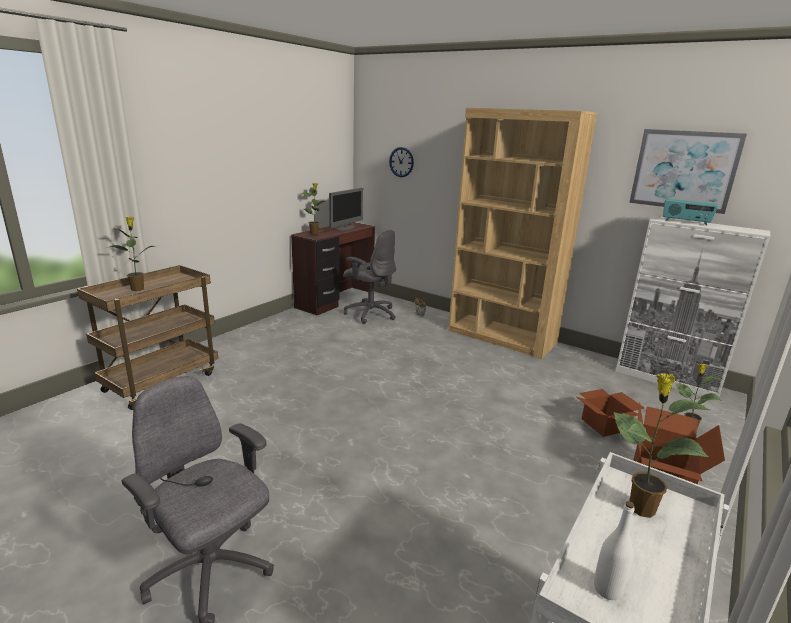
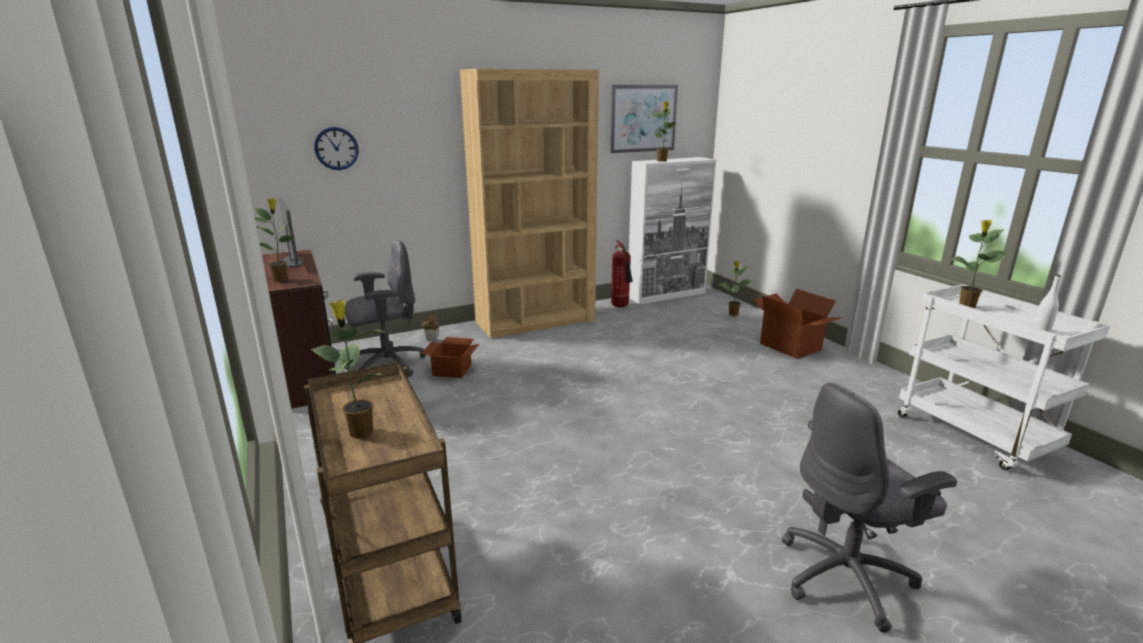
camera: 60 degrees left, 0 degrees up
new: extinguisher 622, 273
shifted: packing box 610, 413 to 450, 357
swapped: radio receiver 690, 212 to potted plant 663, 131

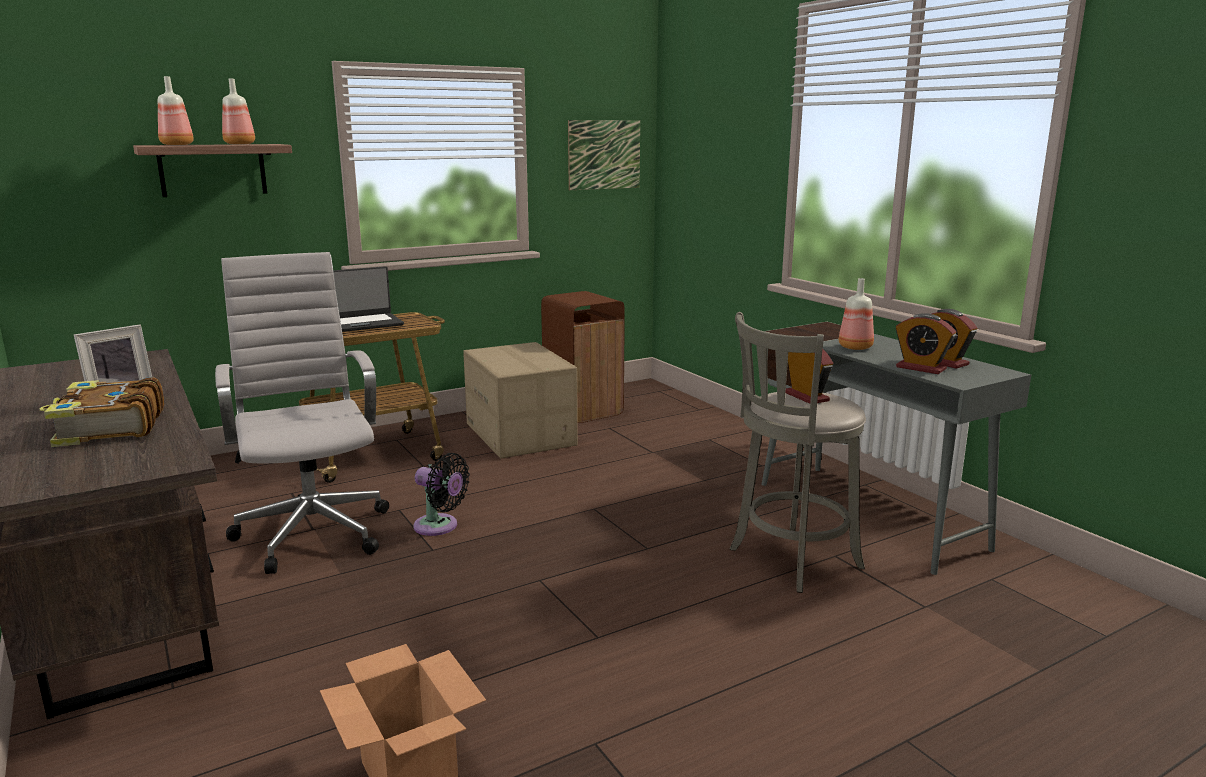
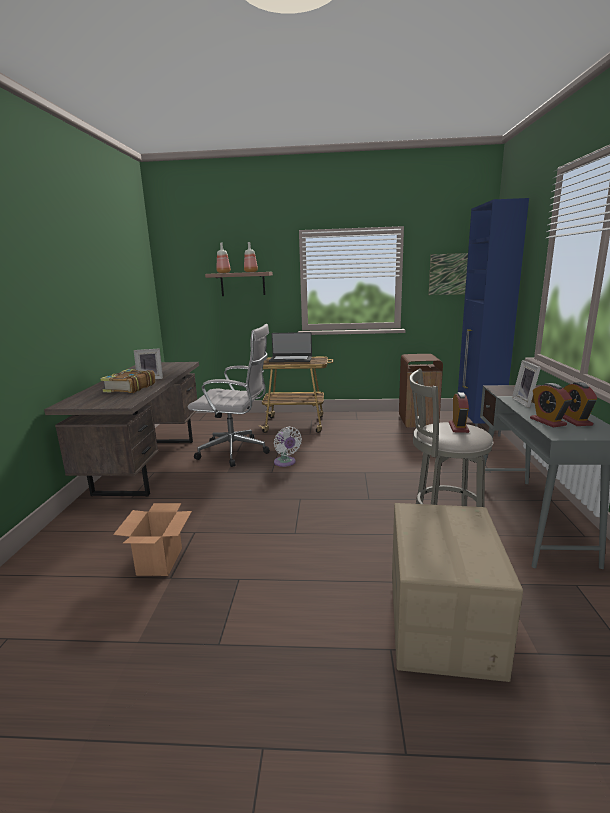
camera: 35 degrees right, 0 degrees up
new: cabinet (blue) 493, 317
shifted: packing box 520, 400 to 457, 592
swapped: drink bottle 856, 314 to picture frame 526, 384
repainted: cooling fan (black) 441, 494 to cooling fan (white-coloured) 288, 447
rotated: desk chair (white-coloured) 302, 413 = 229, 395 90 degrees clockwise

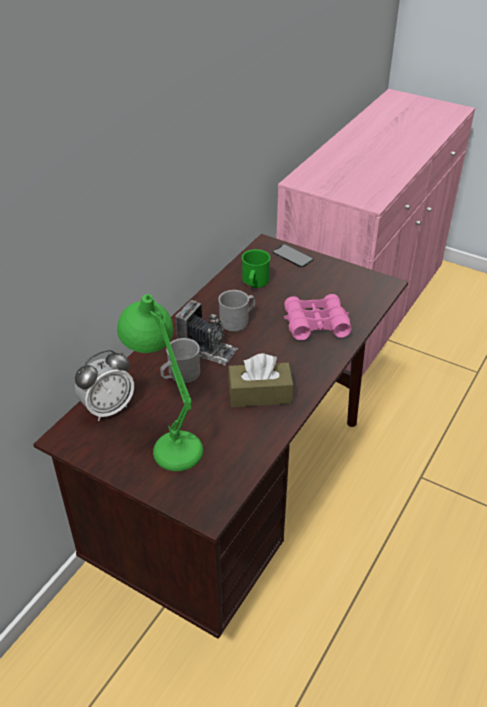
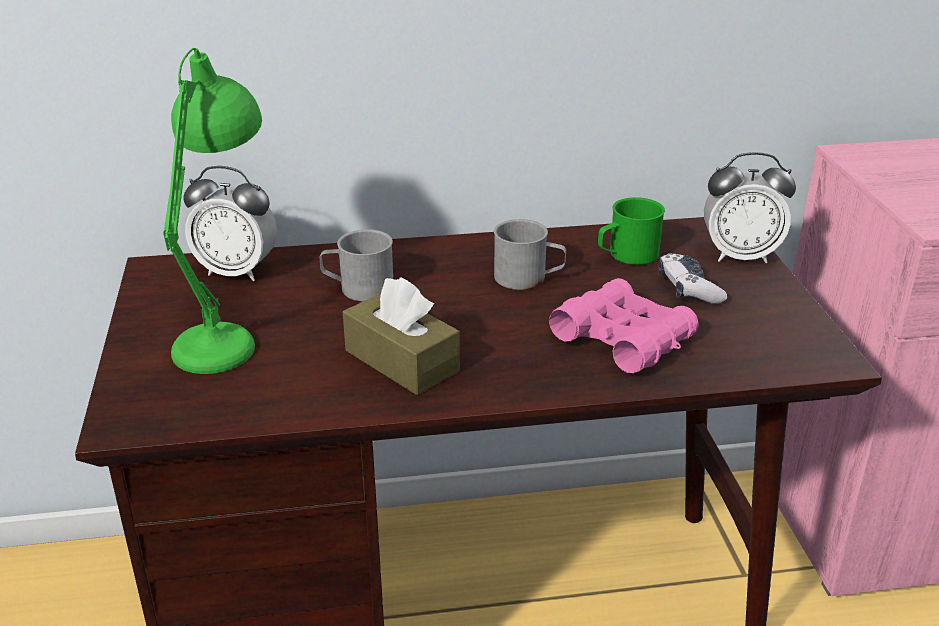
camera: 50 degrees right, 10 degrees down
gone: still camera 206, 333
new: gamepad 692, 278
swapped: handset 293, 256 to table clock 750, 207

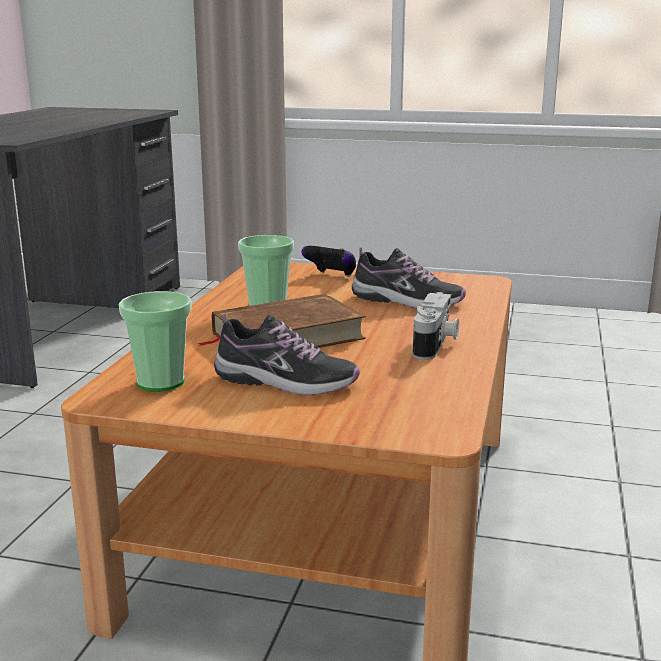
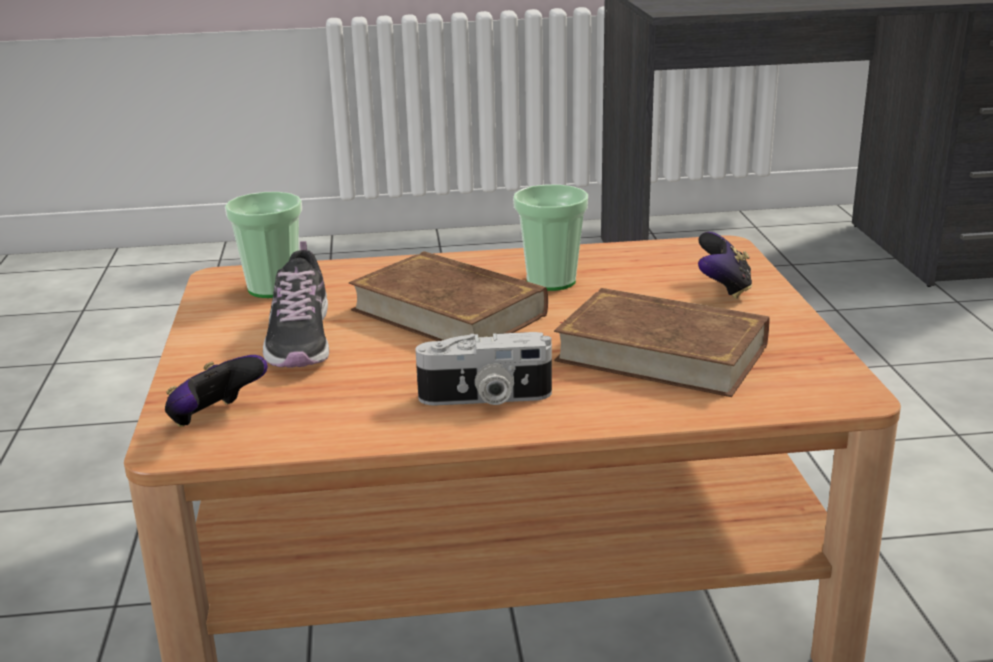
camera: 70 degrees right, 5 degrees up
new: gamepad 216, 391
swapped: low shoe 409, 277 to book (brownish) 661, 342

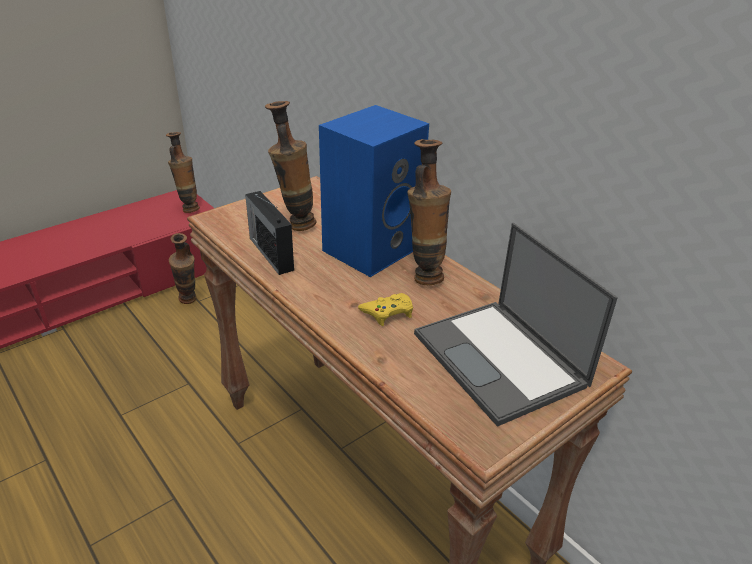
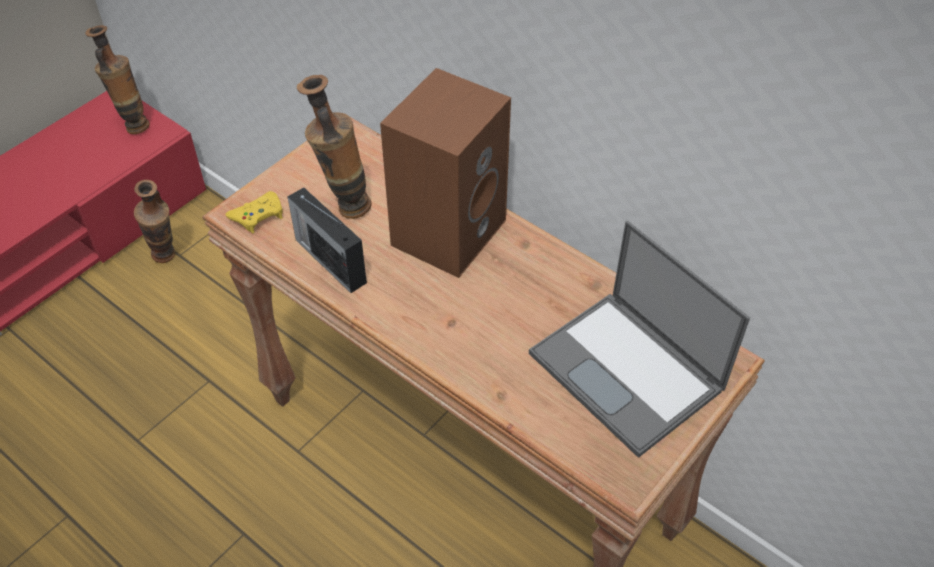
camera: 10 degrees left, 15 degrees up
gone: decorative vase 429, 212
shifted: gamepad (yellow) 385, 309 to 254, 212
repainted: audio speaker (blue) 374, 191 to audio speaker (brownish) 445, 173

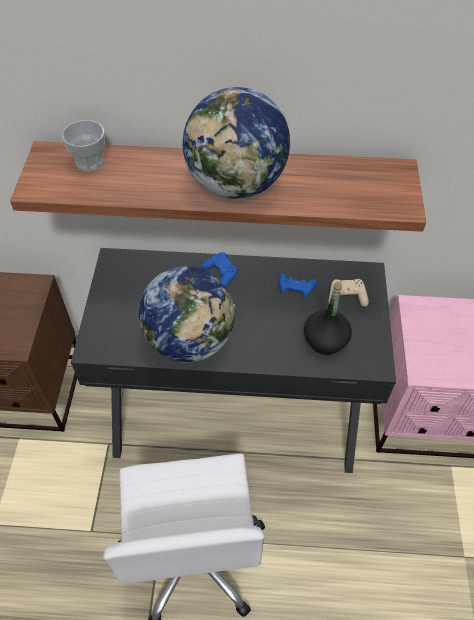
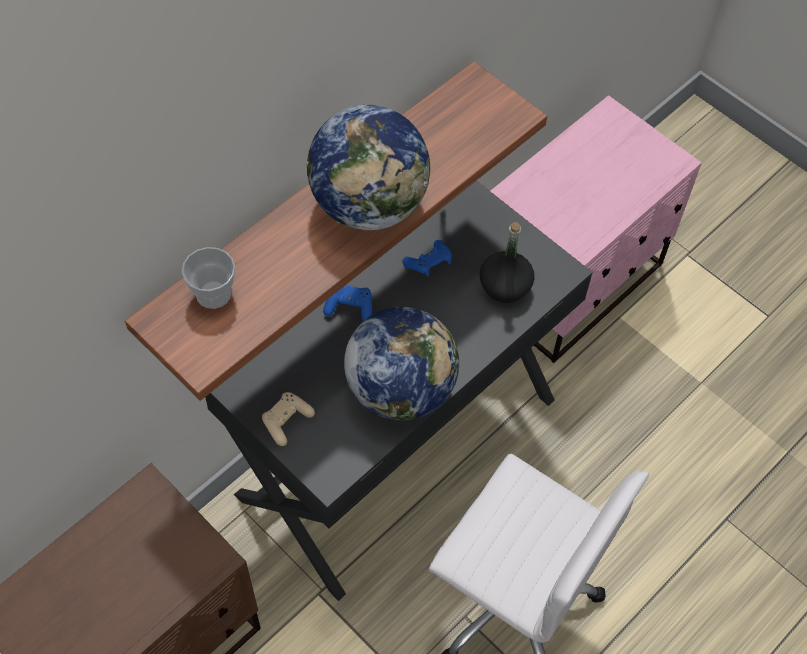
camera: 50 degrees left, 5 degrees up
shifted: gamepad (beige) 348, 293 to 288, 419

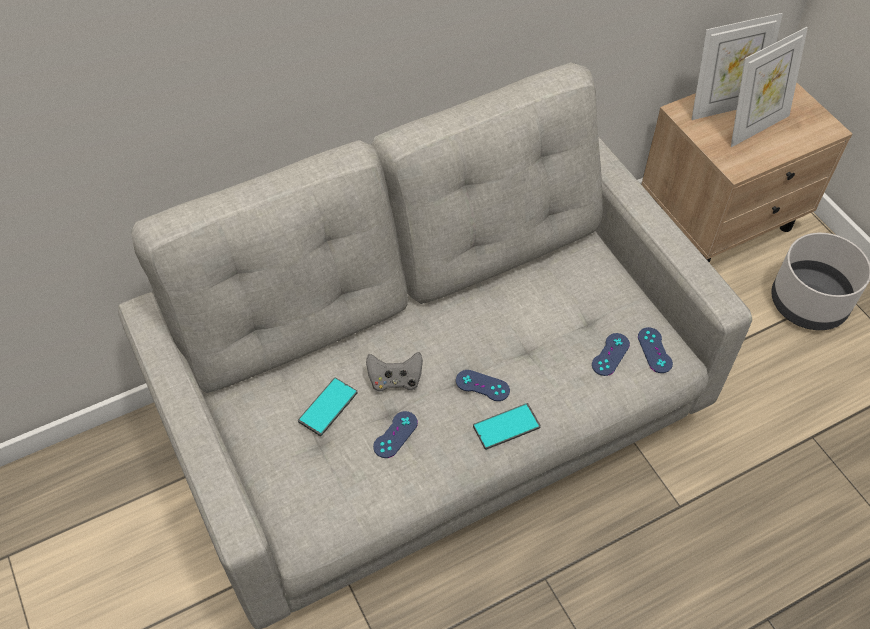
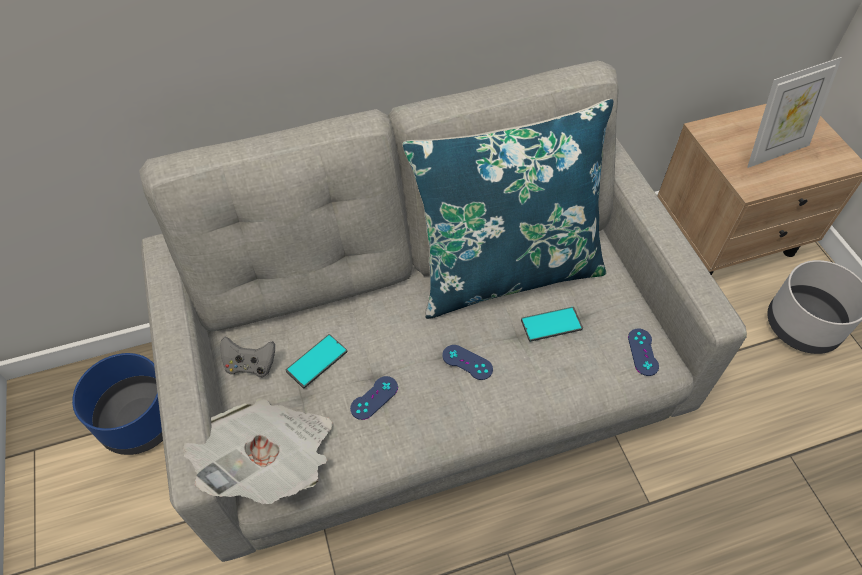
camera: 10 degrees right, 0 degrees up
gone: picture frame 737, 66; gamepad (blue) 611, 354
new: pillow (blue) 507, 209; planter (blue) 117, 404; printed paper 258, 451
shifted: gamepad (grey) 394, 372 to 247, 357; handset 507, 426 to 552, 324

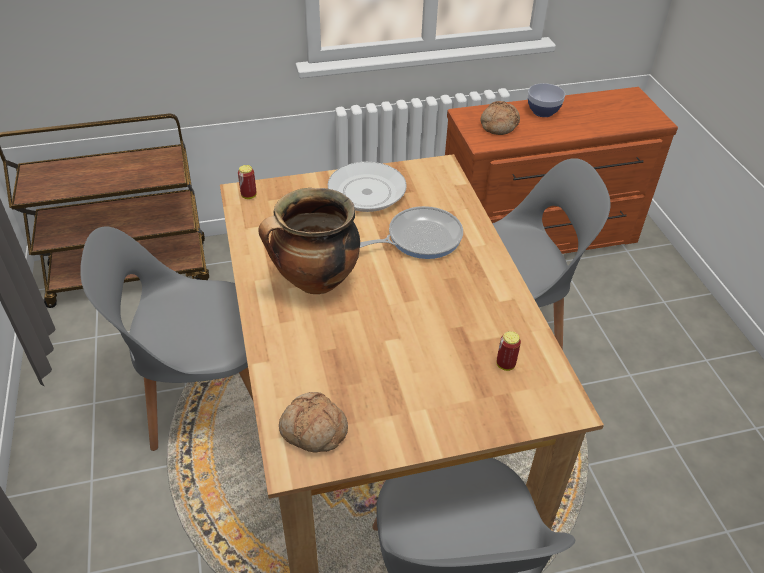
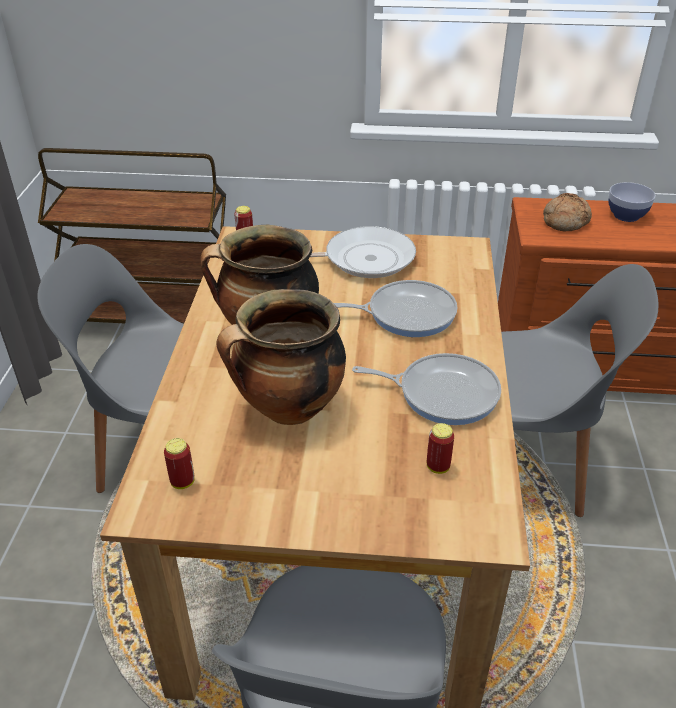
camera: 20 degrees right, 5 degrees down
new: cooking pot 281, 357; skillet 426, 389
swapped: bread 313, 422 to sealed can 179, 463

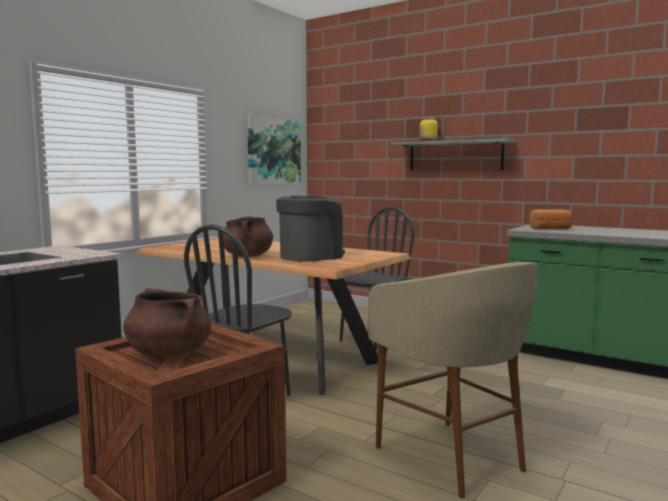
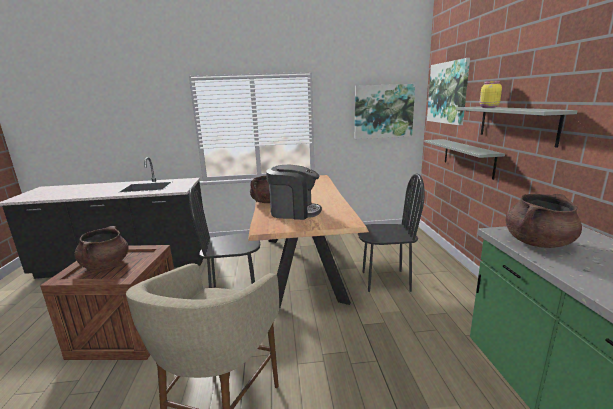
camera: 50 degrees right, 10 degrees up
new: picture 448, 91; bracket shelf (grey) 464, 159
swapped: bread 551, 219 to cooking pot (brownish) 544, 221

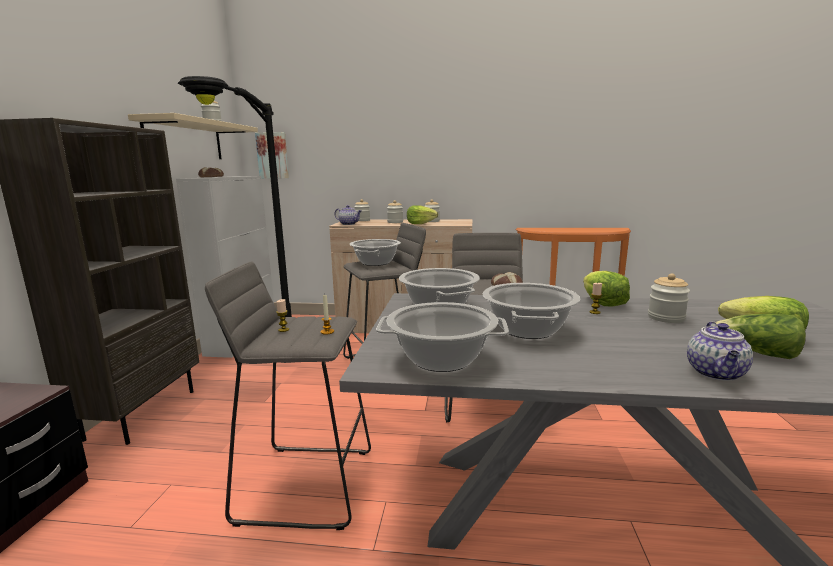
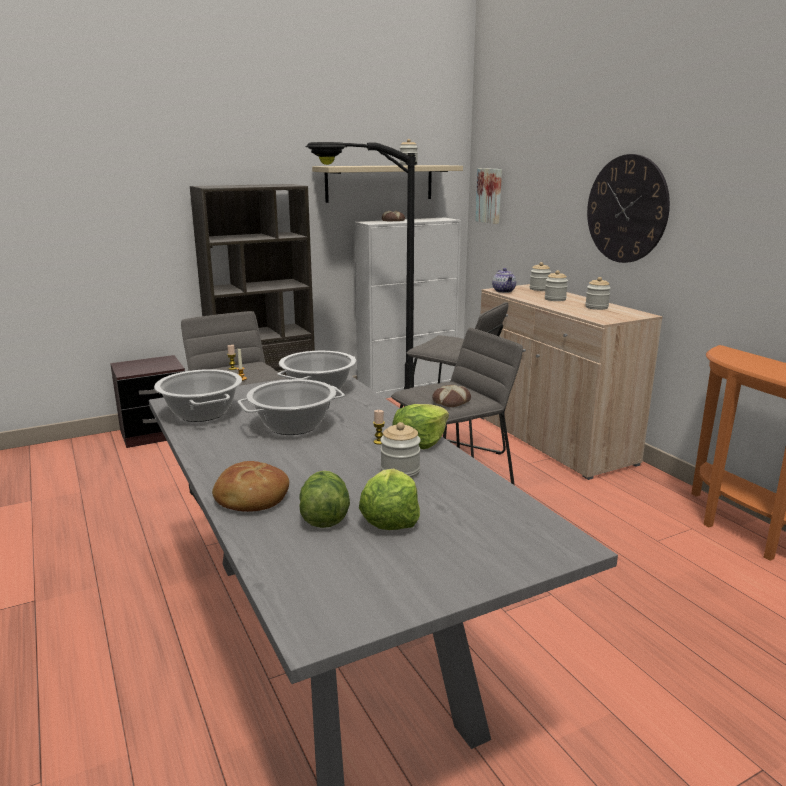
camera: 55 degrees right, 5 degrees up
gone: lettuce head 422, 214; cooking pot 375, 252
new: clock on the wall 628, 208
swapped: pot for tea 720, 351 to bread 250, 486

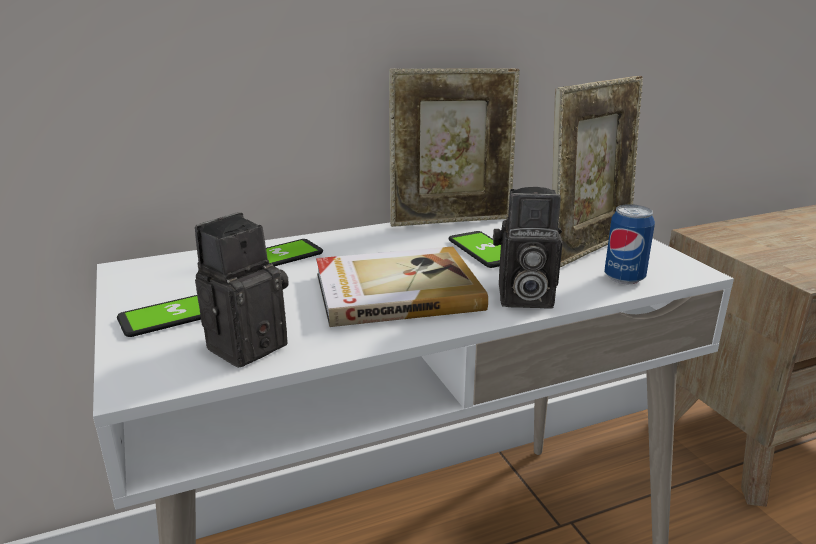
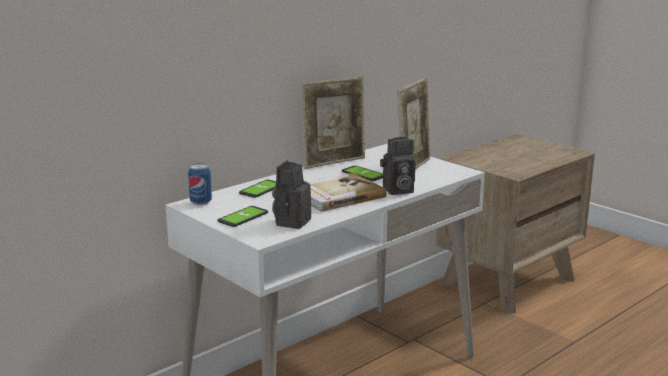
camera: 20 degrees left, 5 degrees down
shifted: sealed can 629, 244 to 200, 184

